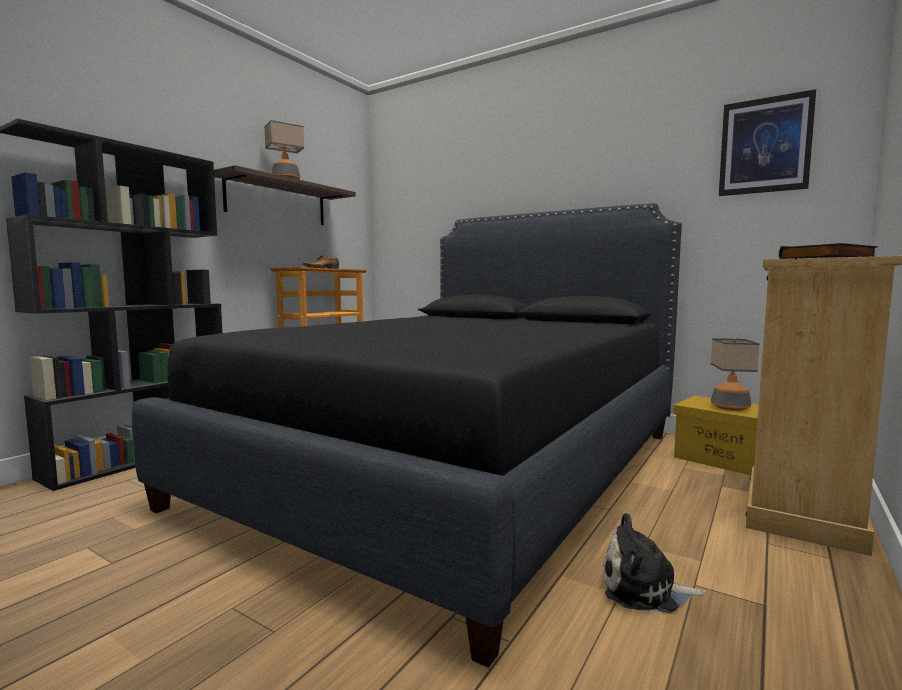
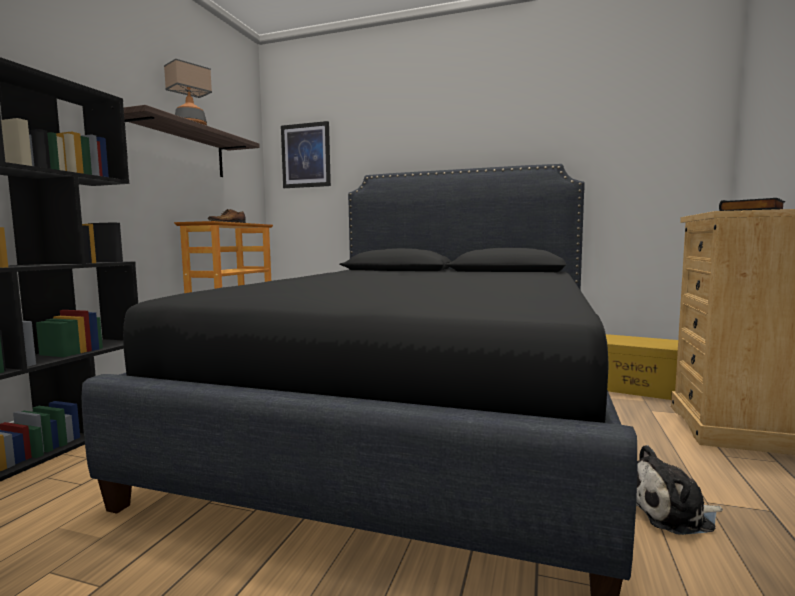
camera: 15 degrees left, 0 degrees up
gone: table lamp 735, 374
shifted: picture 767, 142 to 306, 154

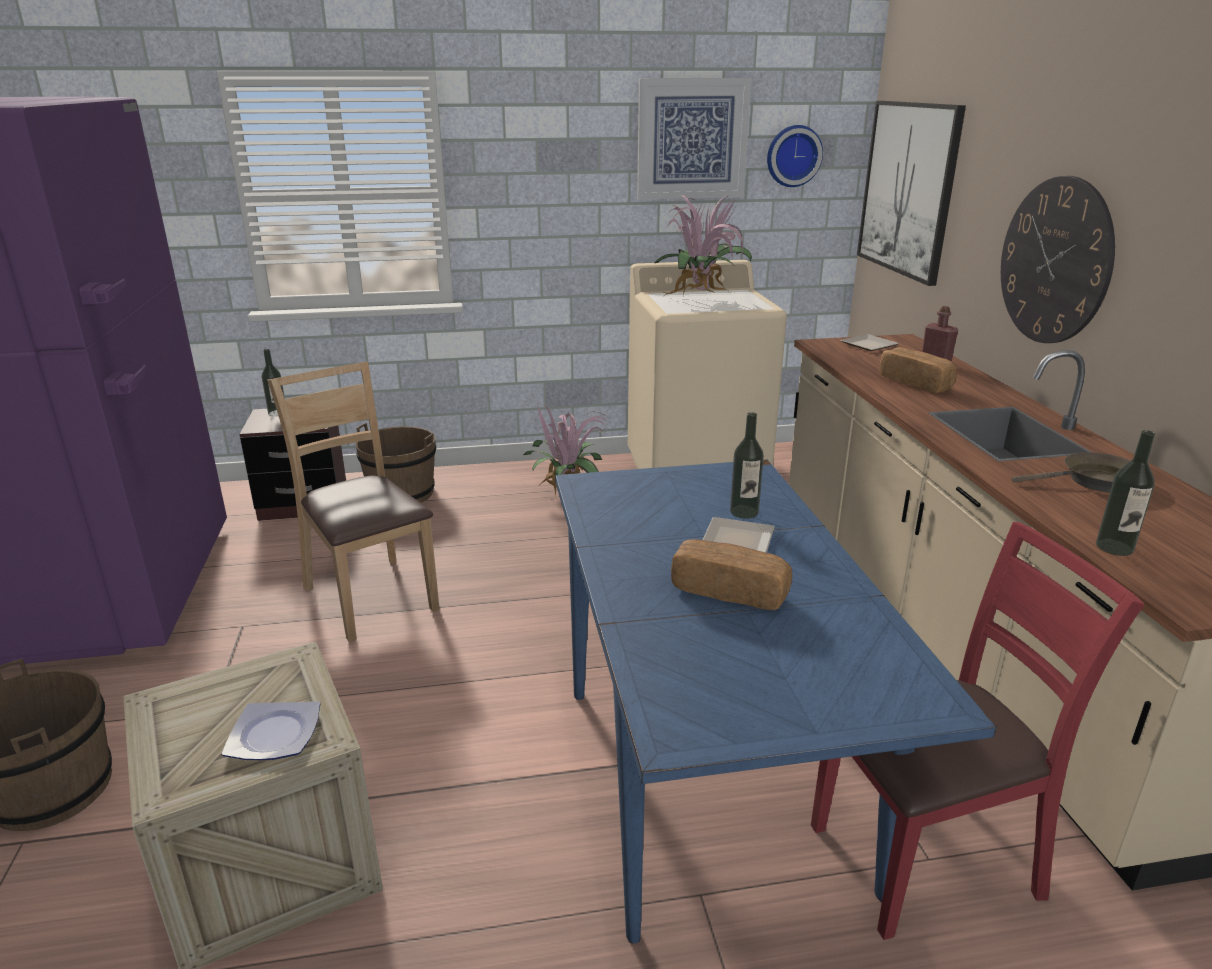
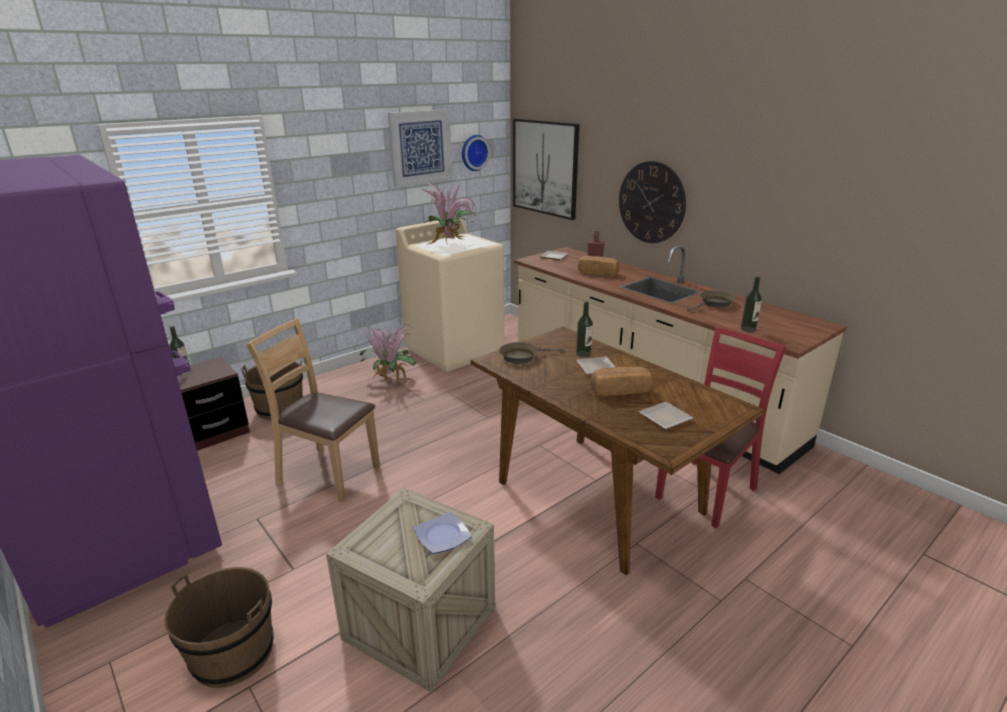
camera: 30 degrees left, 0 degrees up
new: skillet (brownish) 532, 353; dinner plate 665, 415
repainted: kitchen table (blue) 775, 701 to kitchen table (brownish) 618, 451

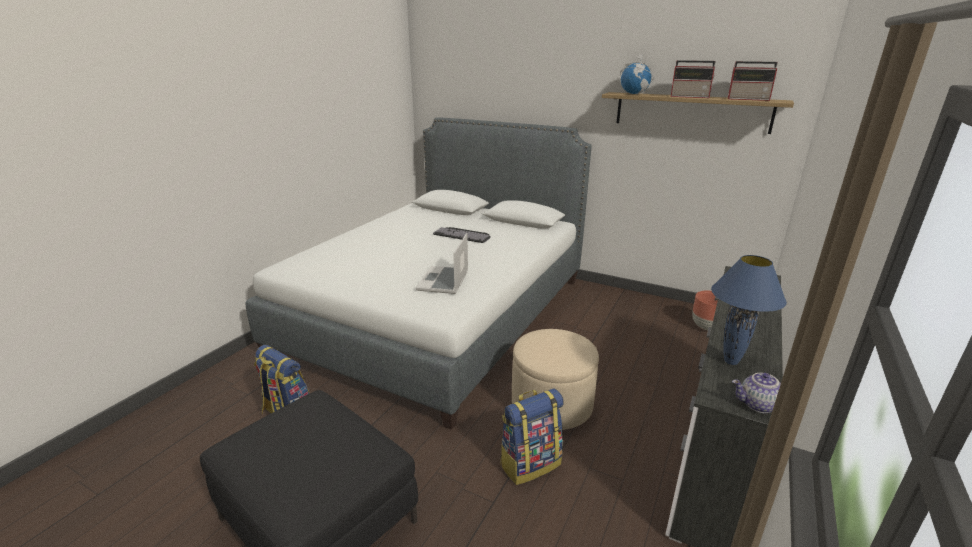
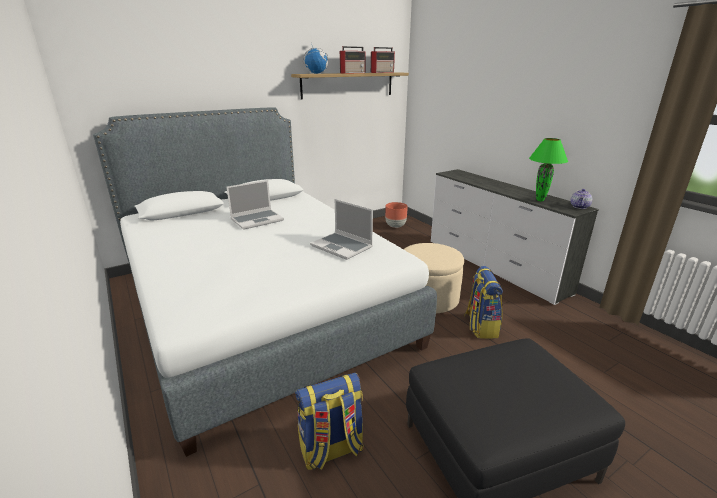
camera: 60 degrees left, 0 degrees up
swapped: PC keyboard 462, 235 to portable computer 255, 205
repainted: table lamp (blue) 749, 310 to table lamp (greenish) 548, 169

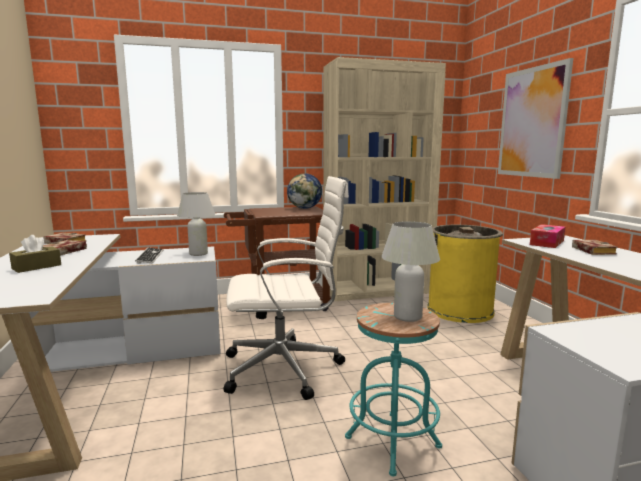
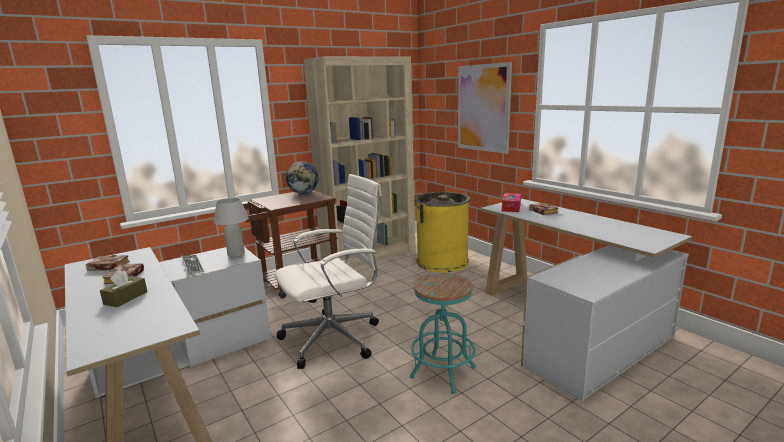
camera: 20 degrees left, 5 degrees up
gone: table lamp (white-coloured) 410, 271

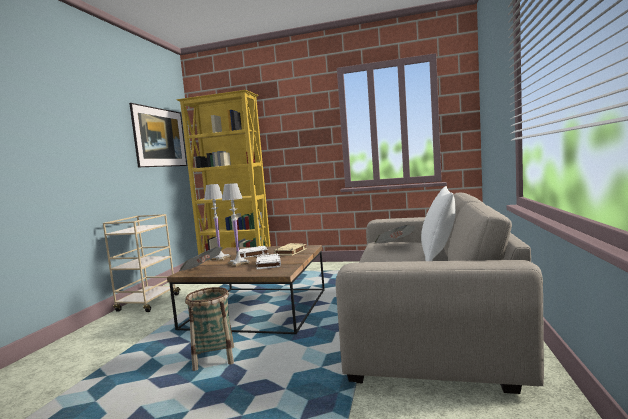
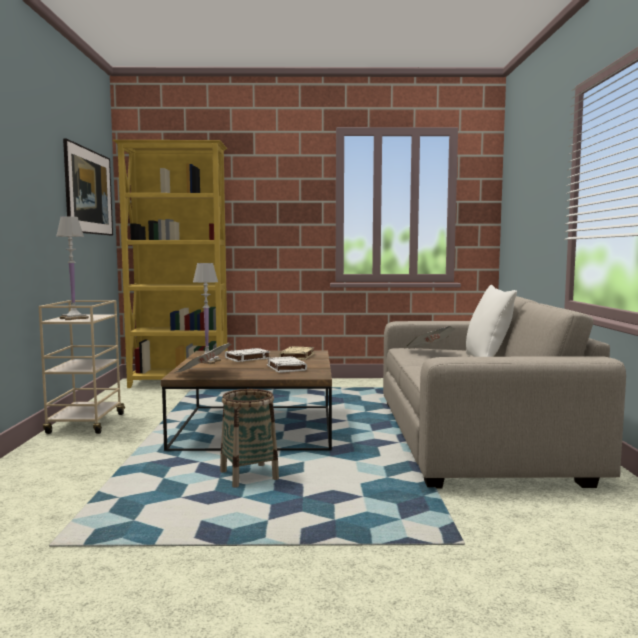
camera: 15 degrees left, 0 degrees up
shifted: table lamp (white-coloured) 236, 225 to 72, 268

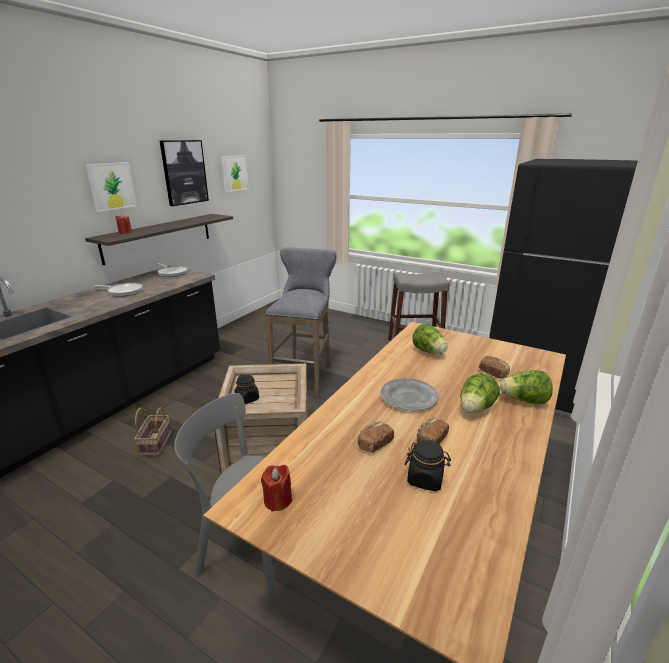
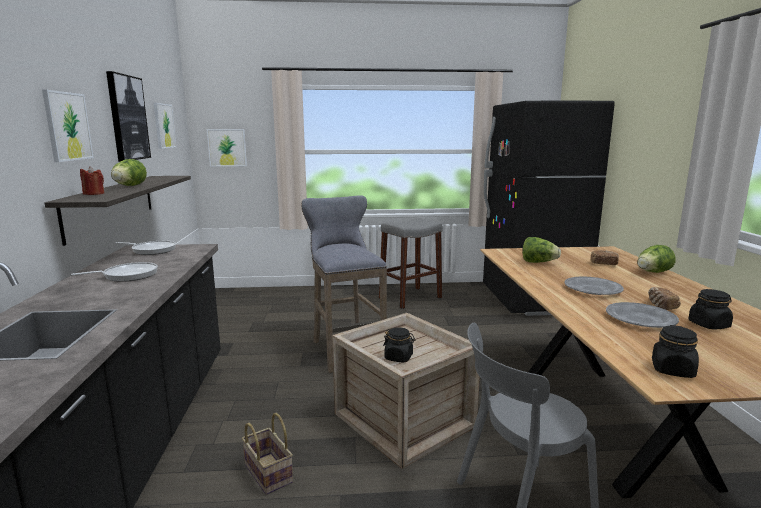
camera: 35 degrees left, 10 degrees down
new: picture 227, 148
shifted: lettuce head 480, 393 to 129, 172
swapped: bread 376, 437 to dinner plate (grey) 642, 315; candle (red-coloured) 276, 488 to preserve jar (black) 675, 351

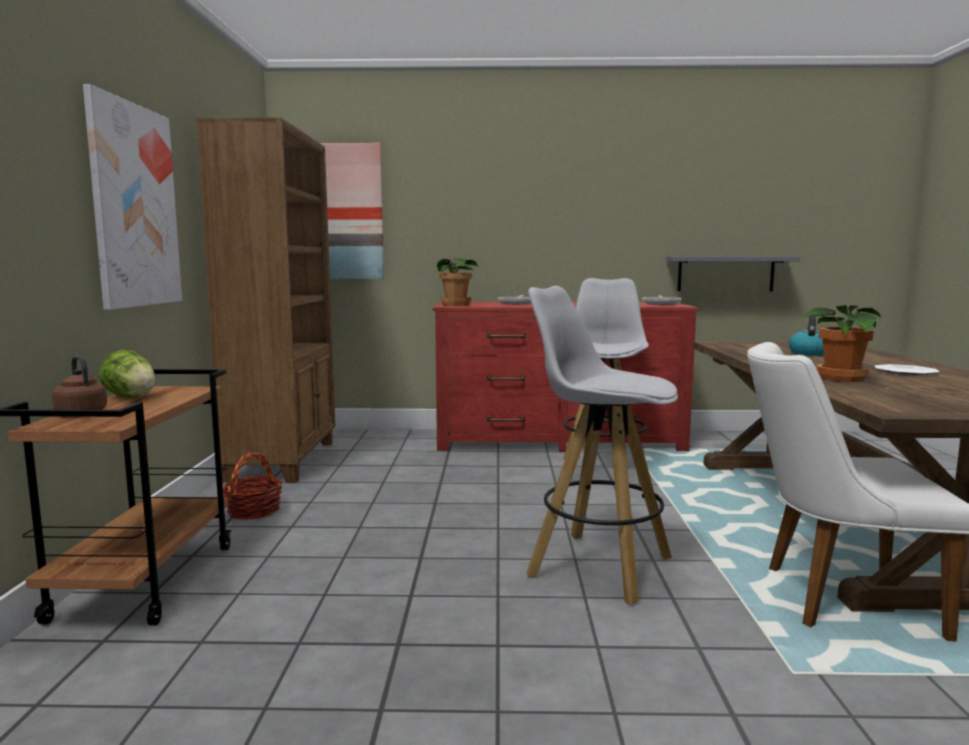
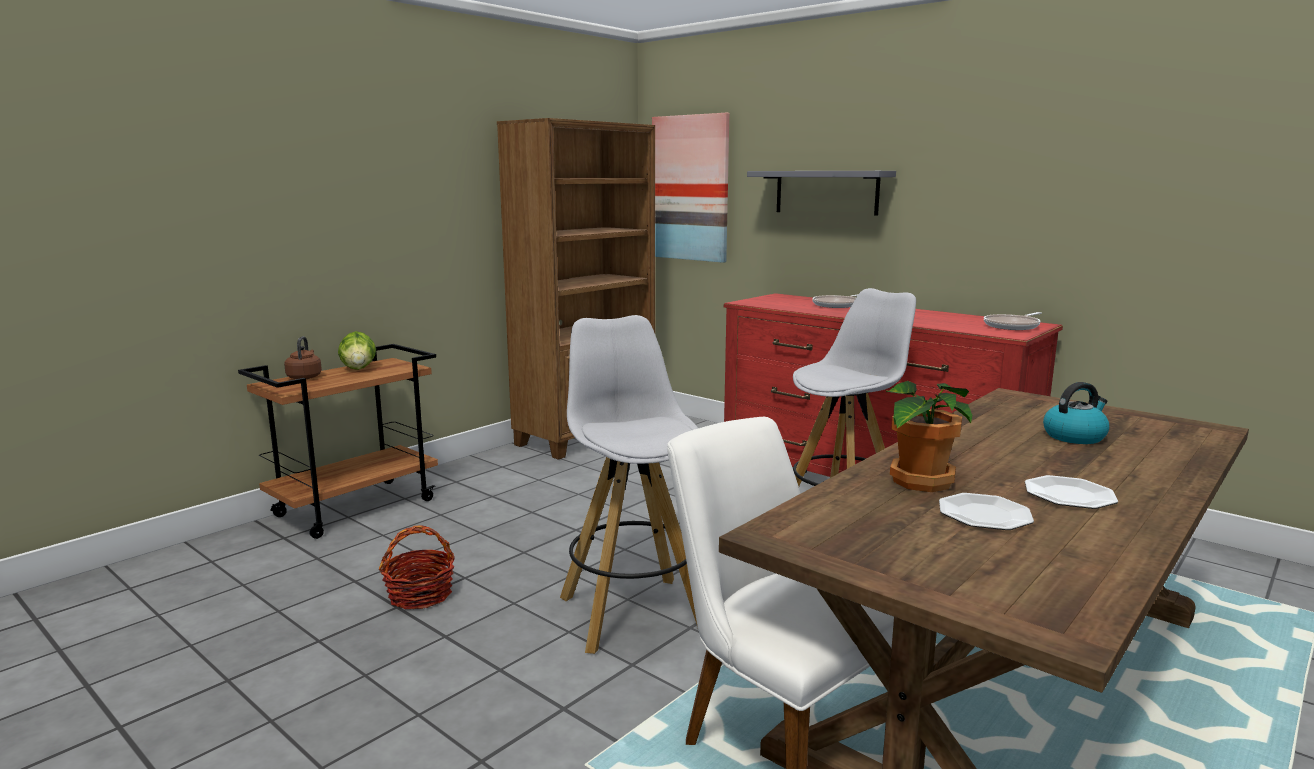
camera: 40 degrees right, 5 degrees up
gone: picture 132, 197; potted plant 457, 282
new: dinner plate 986, 511
shifted: bracket shelf (grey) 733, 273 to 821, 193; storage basket 252, 486 to 417, 567

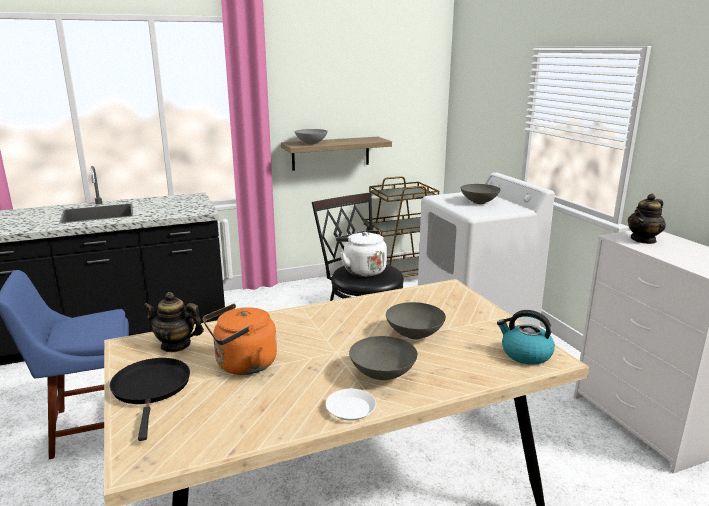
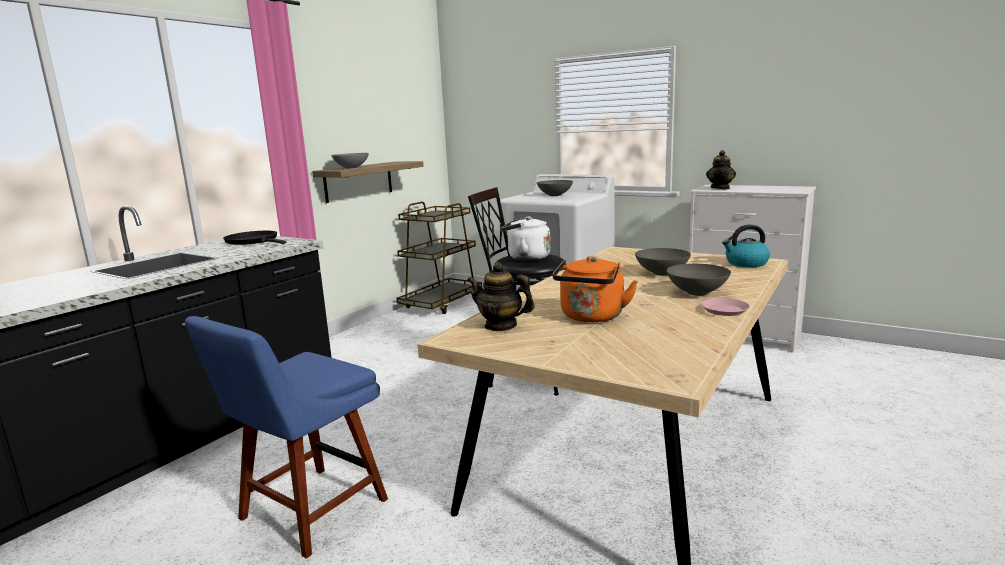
camera: 35 degrees left, 5 degrees down
shifted: skillet (black) 150, 399 to 254, 238
repainted: dinner plate (white-coloured) 350, 405 to dinner plate (pink) 725, 307
rotated: pot for tea 173, 322 = 501, 296 45 degrees clockwise

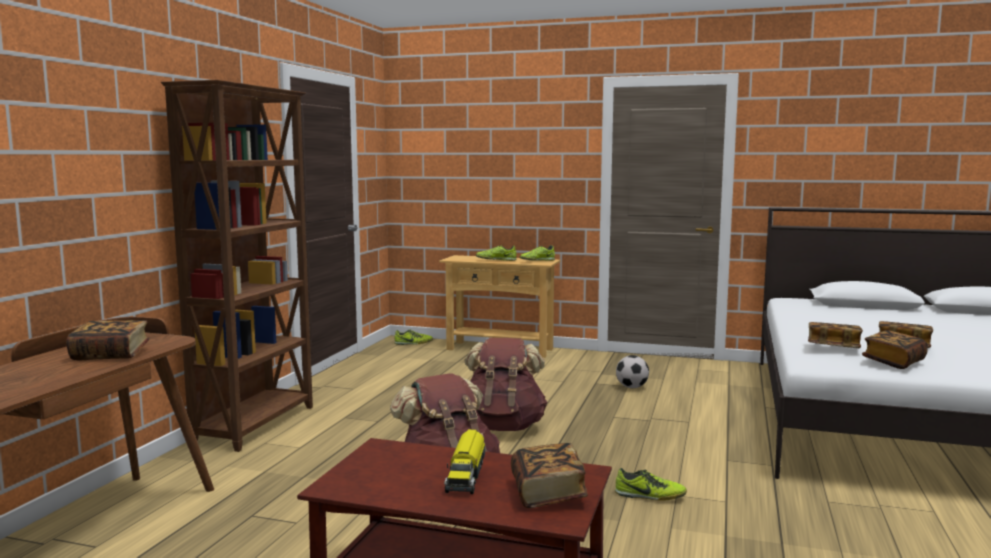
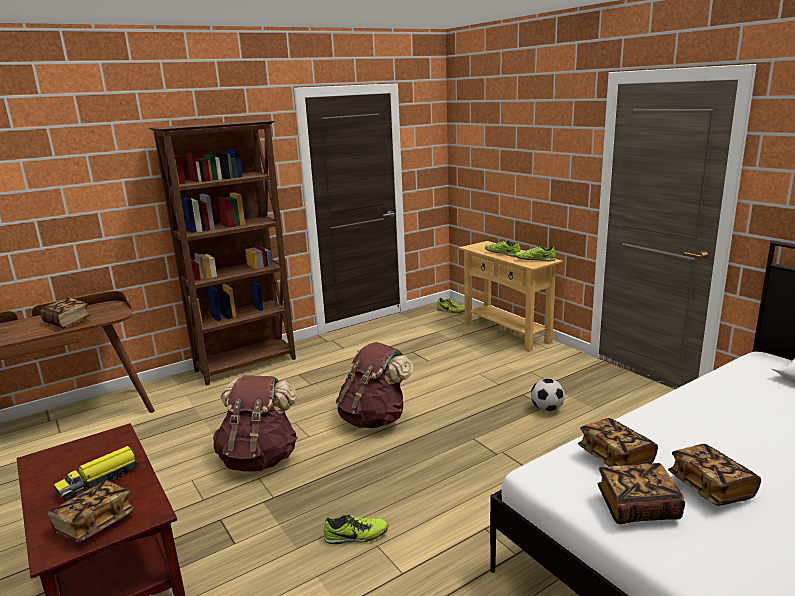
camera: 40 degrees right, 10 degrees up
rotated: low shoe 651, 484 = 356, 529 60 degrees counterclockwise

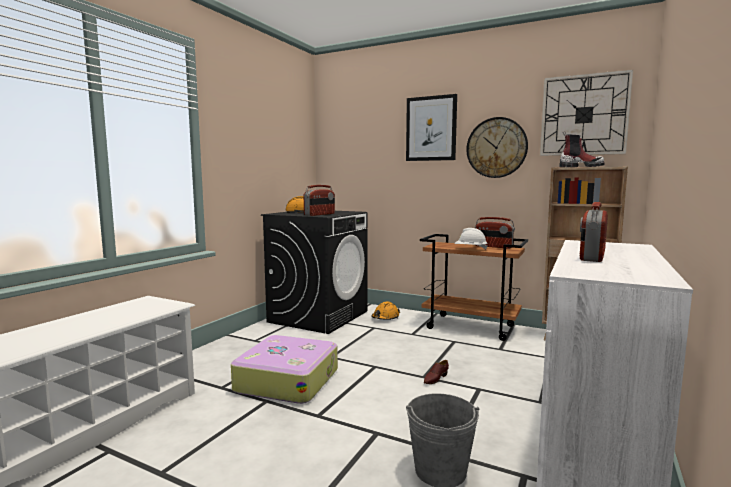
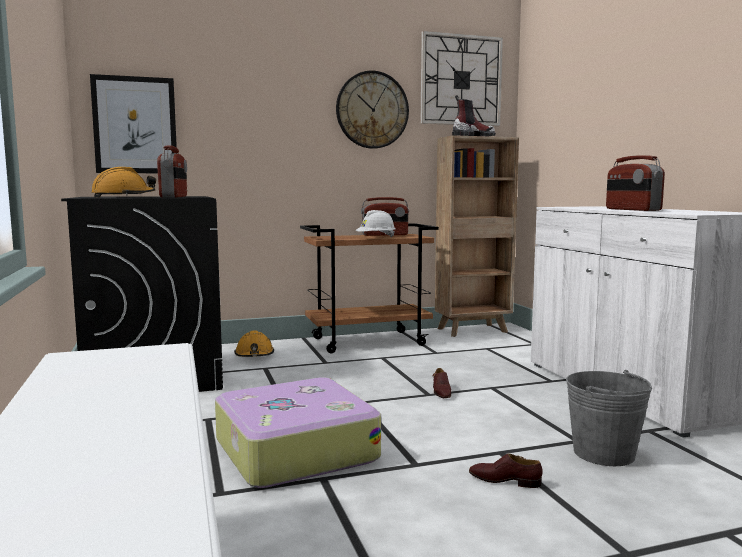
camera: 45 degrees left, 0 degrees up
new: low shoe (brownish) 506, 470
shifted: picture 431, 127 to 133, 123

